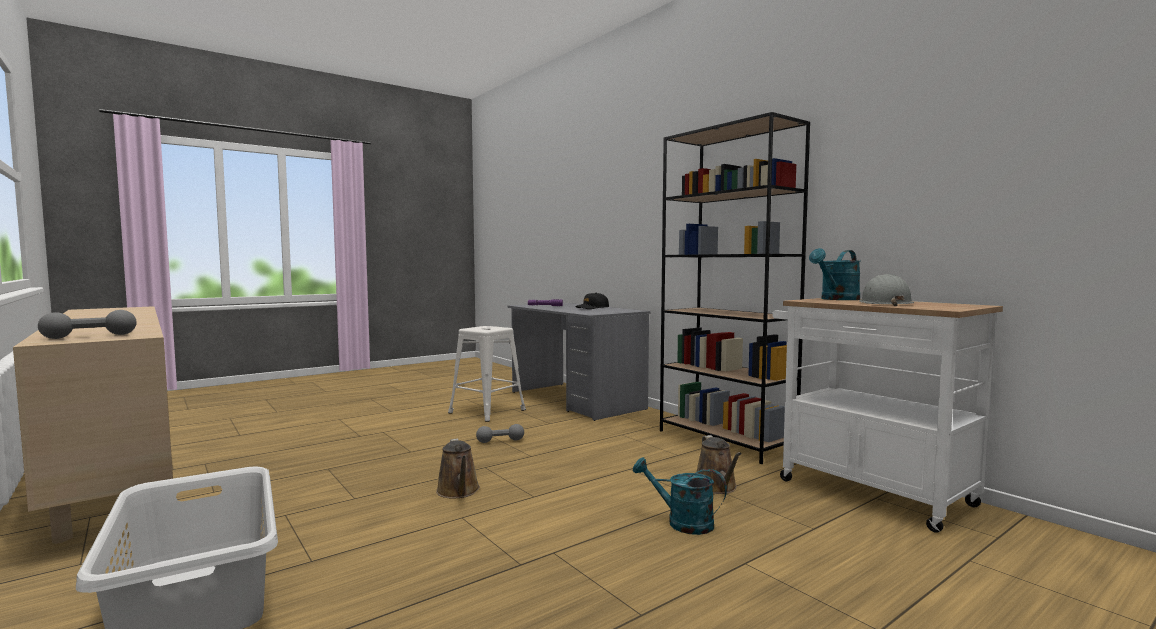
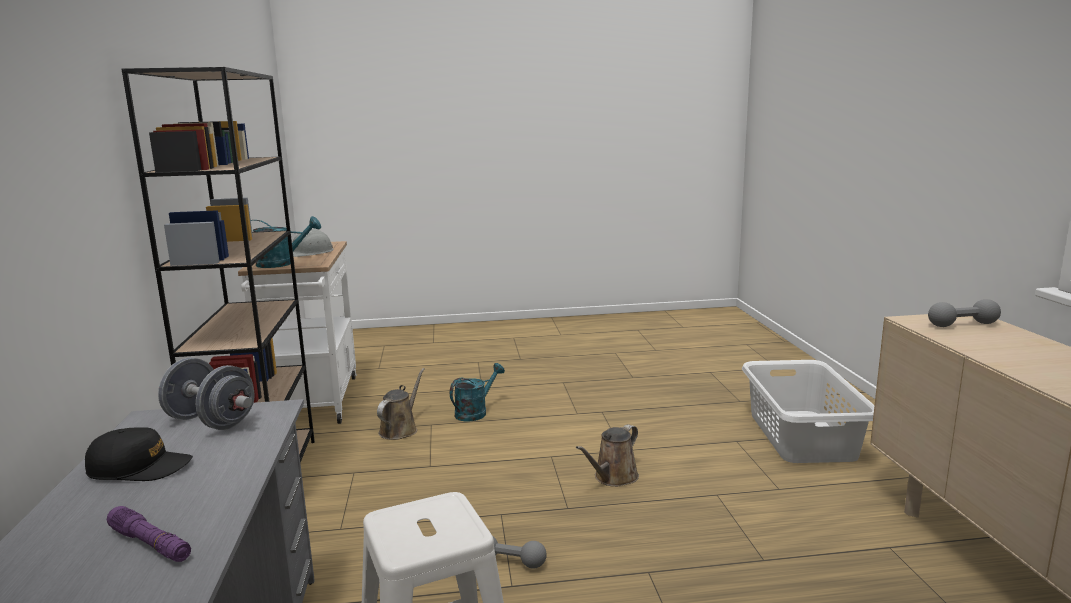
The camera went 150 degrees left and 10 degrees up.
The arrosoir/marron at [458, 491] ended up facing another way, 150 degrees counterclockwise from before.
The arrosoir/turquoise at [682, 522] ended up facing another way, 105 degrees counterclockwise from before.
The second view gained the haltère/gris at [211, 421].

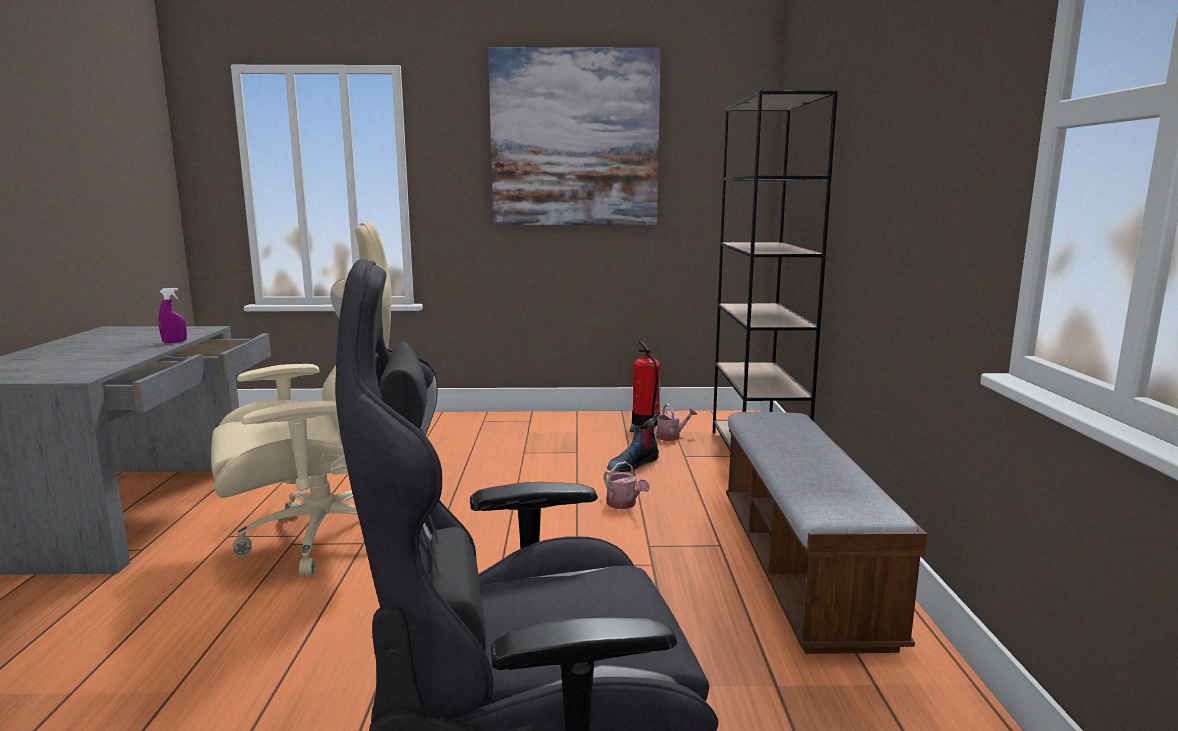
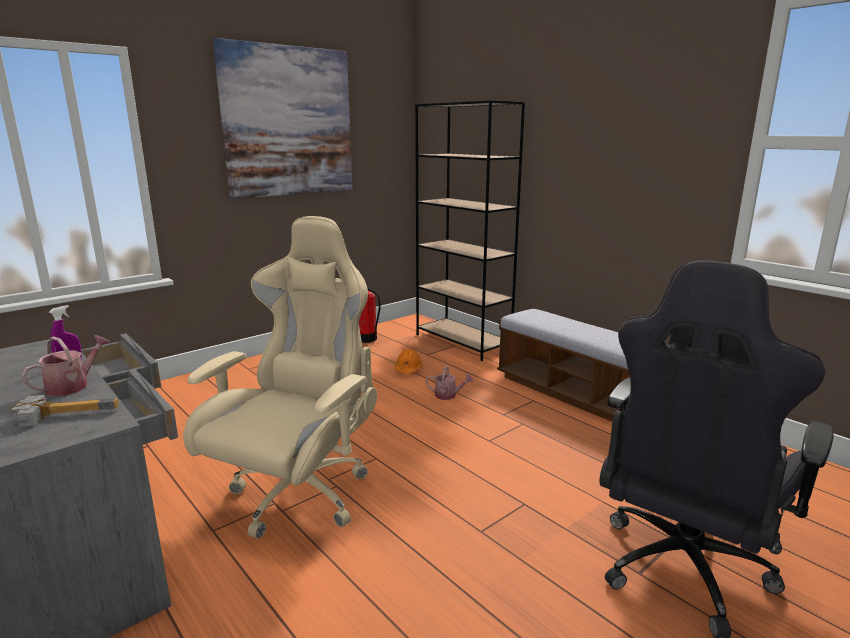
The camera went 40 degrees left and 5 degrees up.
The arrosoir ended up elsewhere, having gone from [671, 436] to [73, 385].
Where the botte stood at [633, 464], the casque de chantier/orange came to stand at [408, 369].
The second view gained the marteau at [67, 412].

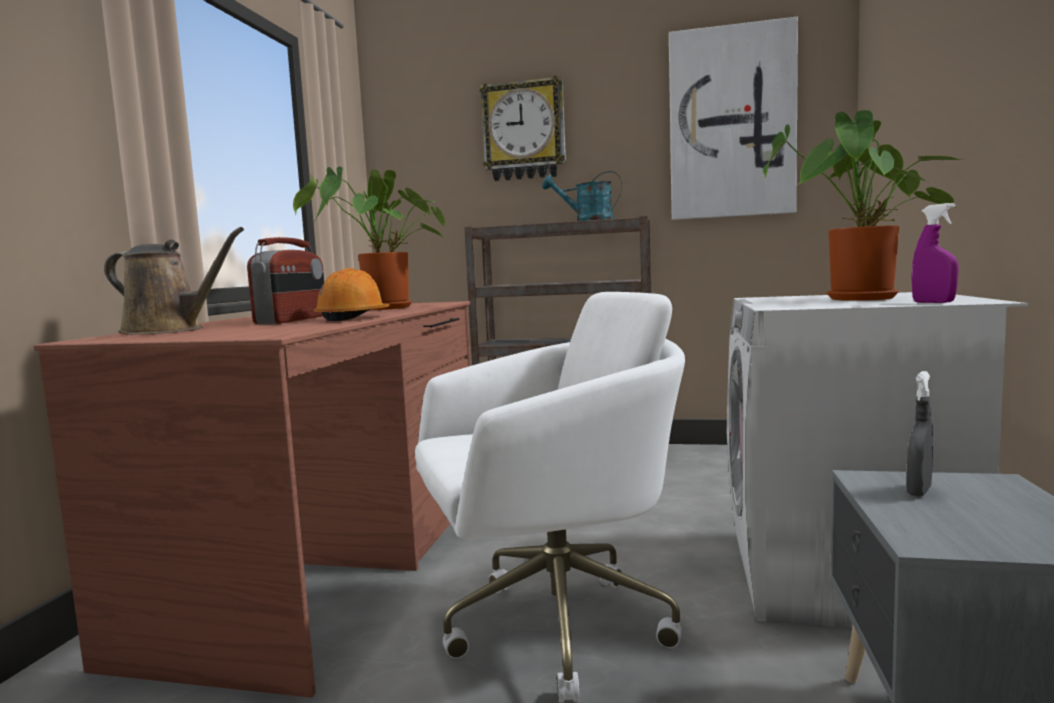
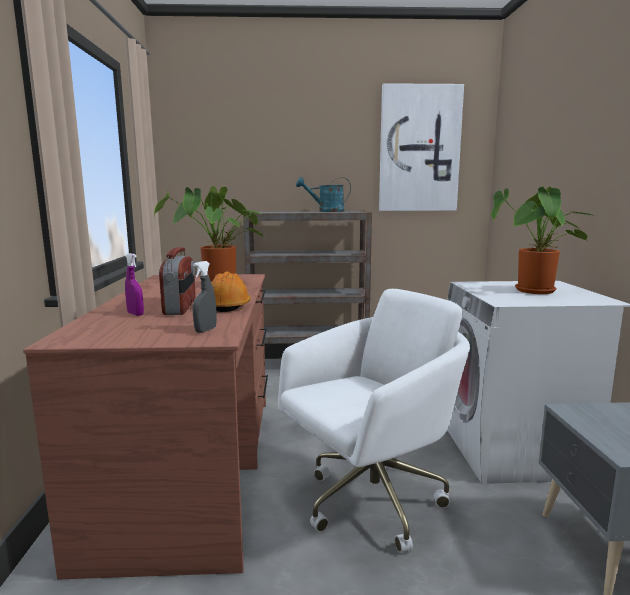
The camera went 15 degrees left and 5 degrees up.
The second view lost the horloge murale at [524, 131].
The vaporisateur/violet ended up elsewhere, having gone from [933, 302] to [135, 314].
The second view lost the arrosoir/marron at [169, 330].
The vaporisateur/gris ended up elsewhere, having gone from [919, 491] to [205, 330].

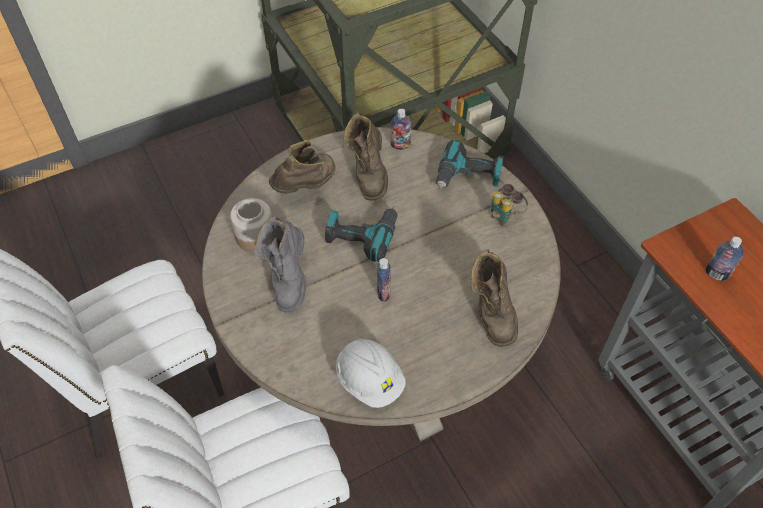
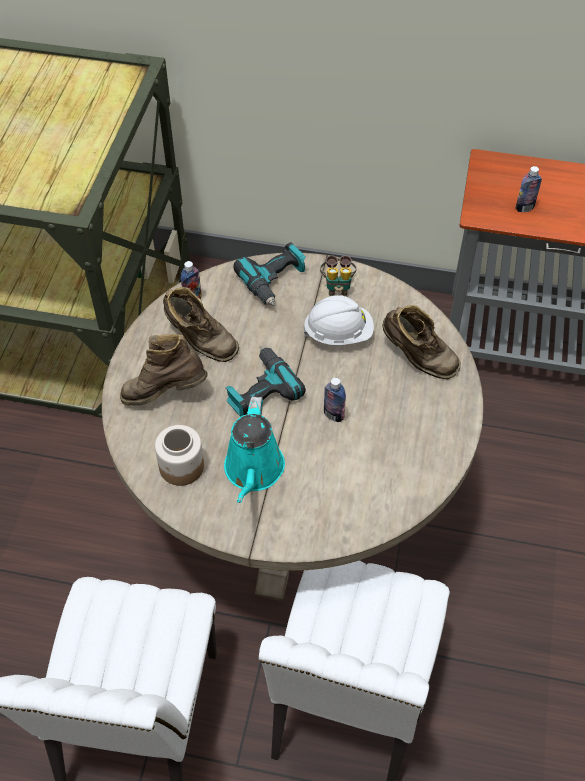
The camera went 50 degrees left and 0 degrees up.
The botte/marron at [306, 186] ended up facing another way, 90 degrees counterclockwise from before.
Where the botte/gris stood at [288, 279], the arrosoir/turquoise came to stand at [253, 471].
The casque de chantier/blanc ended up elsewhere, having gone from [370, 380] to [338, 333].

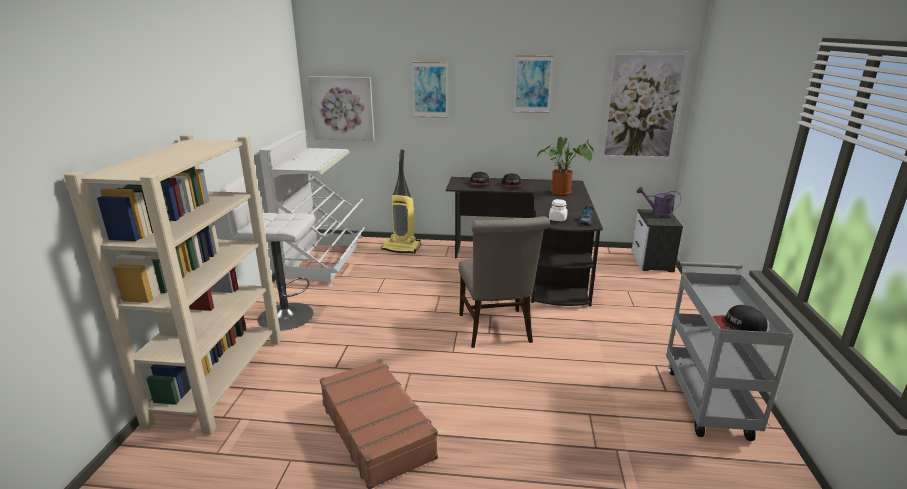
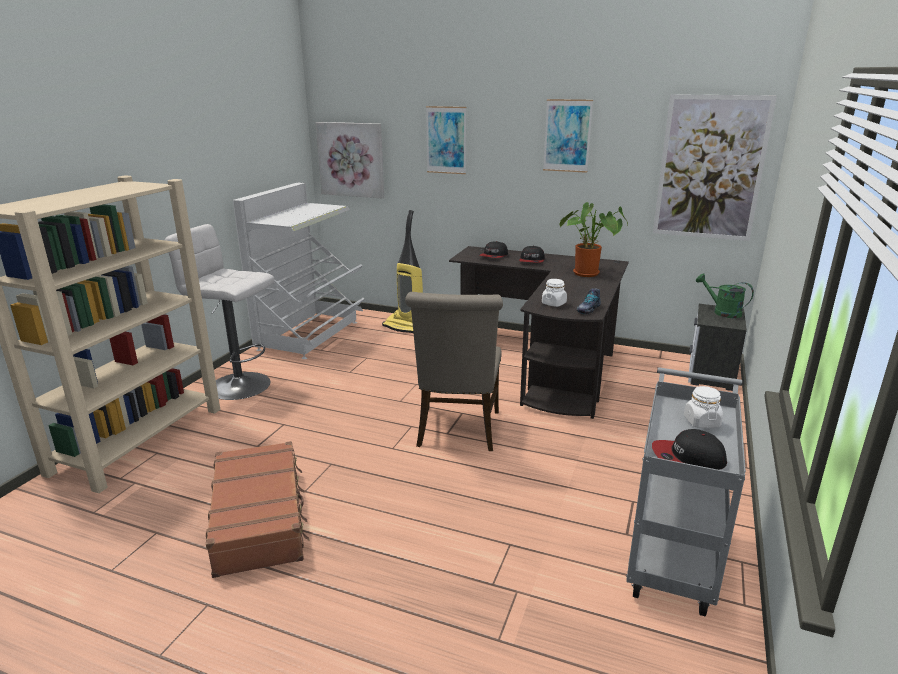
The camera went 15 degrees right and 0 degrees up.
What was the arrosoir/violet at [657, 214] turned into the arrosoir/vert at [722, 312].
The second view gained the bocal/blanc at [701, 422].

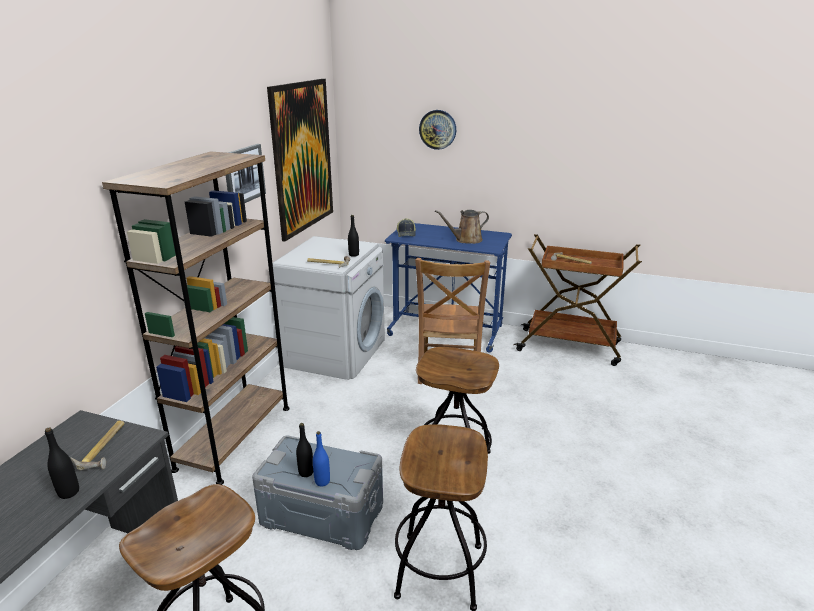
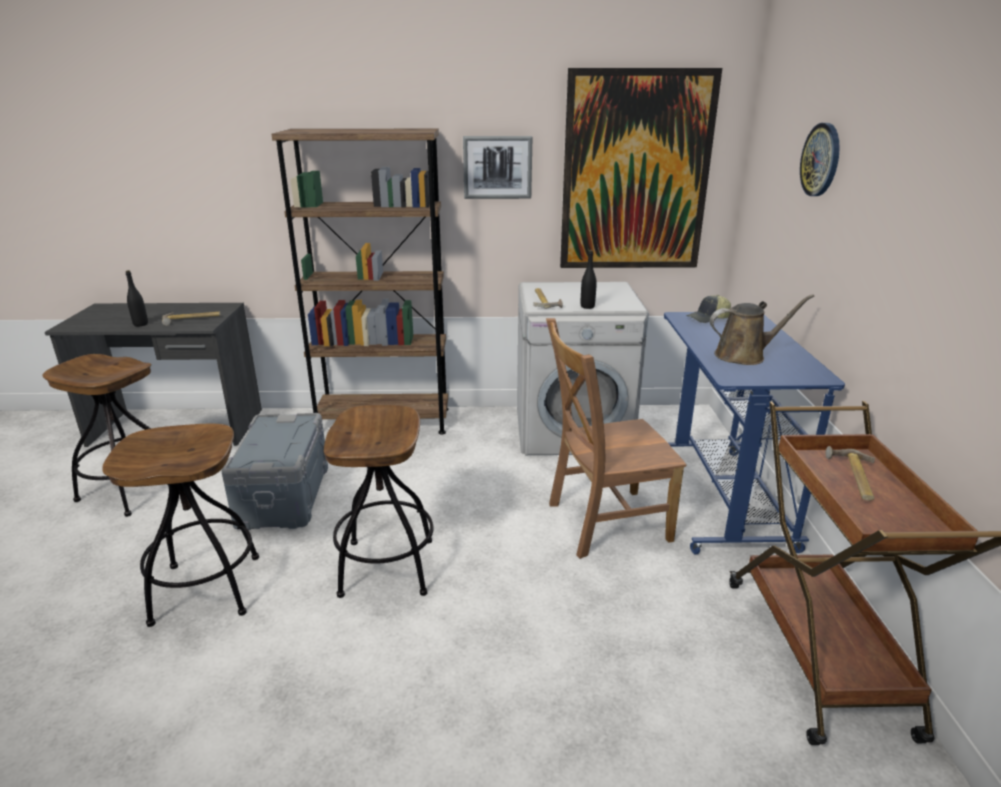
The camera went 70 degrees right and 0 degrees up.
The arrosoir/marron at [466, 240] ended up facing another way, 120 degrees clockwise from before.
The second view lost the bouteille/noir at [306, 472].
The second view lost the bouteille/bleu at [322, 481].

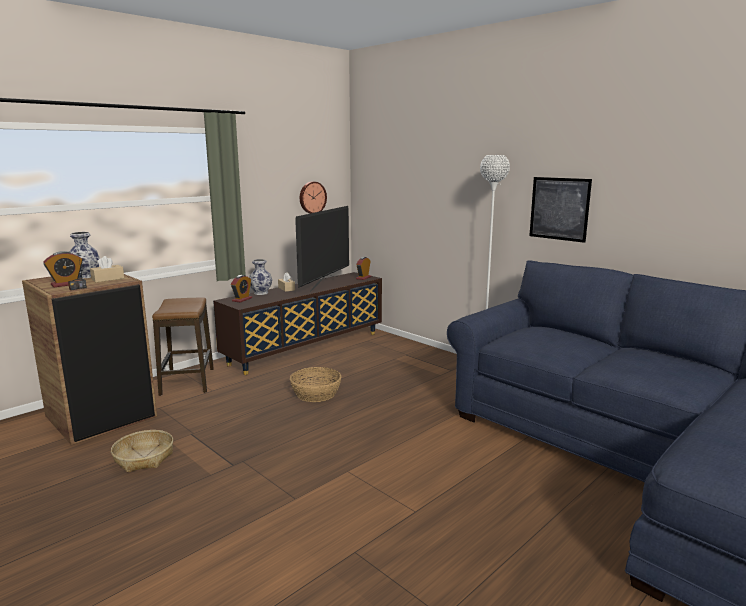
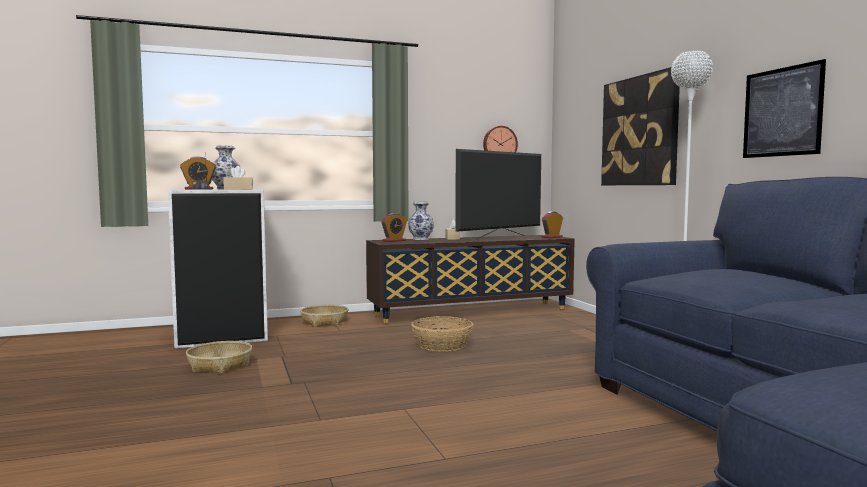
The camera went 25 degrees right and 10 degrees down.
What was the meuble de rangement/marron at [102, 416] turned into the meuble de rangement/blanc at [222, 334].
Where the tabouret stood at [187, 381], the panier came to stand at [324, 322].
The second view gained the tableau at [639, 131].

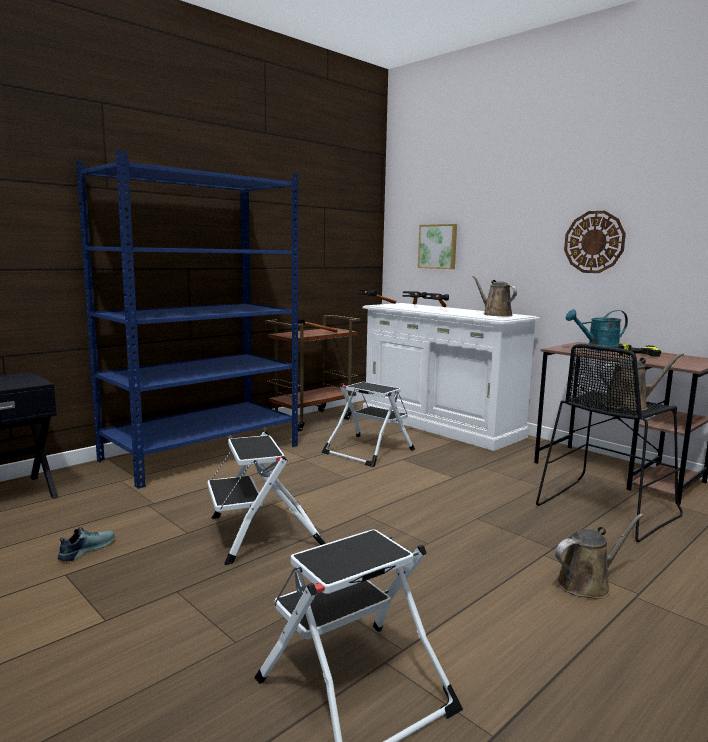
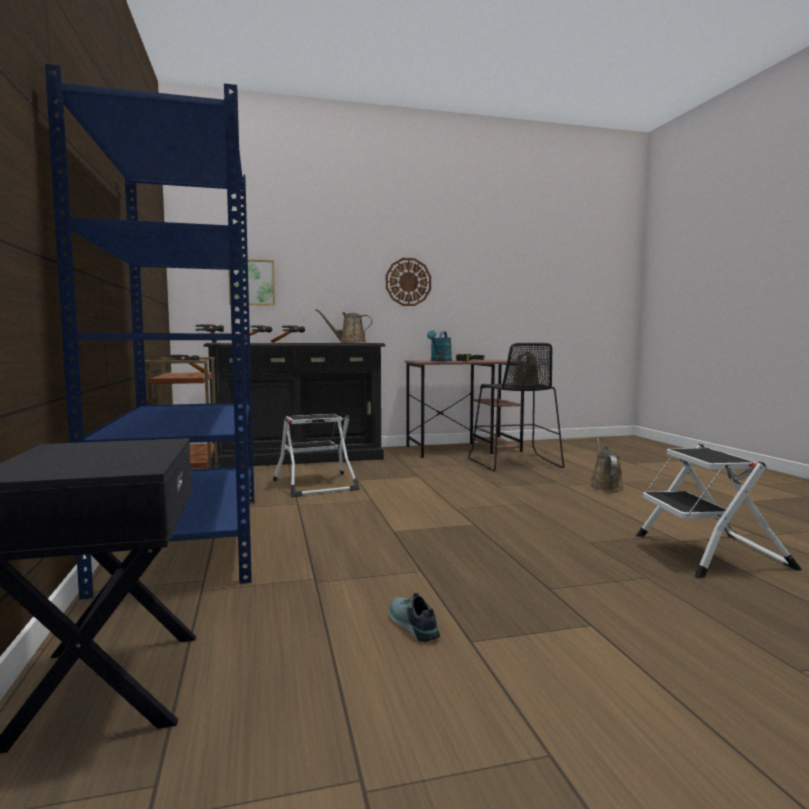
The camera went 60 degrees left and 5 degrees down.
What was the meuble de rangement/blanc at [440, 424] turned into the meuble de rangement/noir at [299, 457].
The second view lost the escabeau at [264, 532].

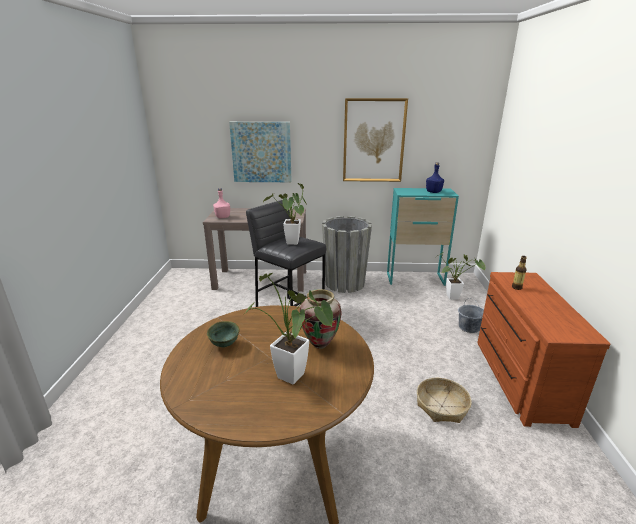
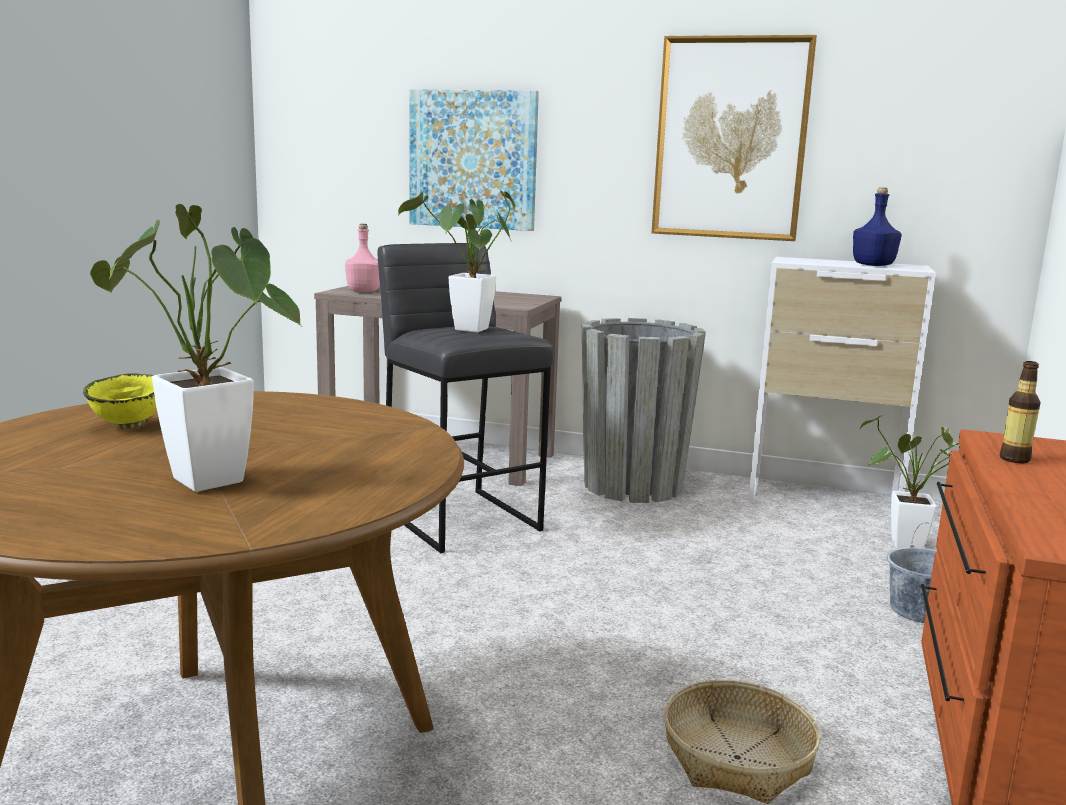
The camera went 15 degrees right and 10 degrees down.
What was the meuble de rangement/turquoise at [416, 279] turned into the meuble de rangement/blanc at [825, 501].
The second view lost the vase at [320, 345].
What was the bol/vert at [225, 344] turned into the bol/jaune at [130, 425].

